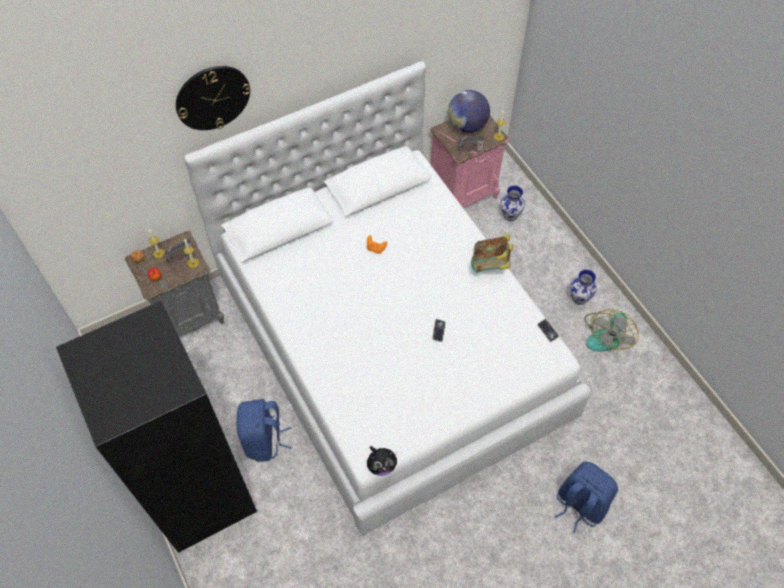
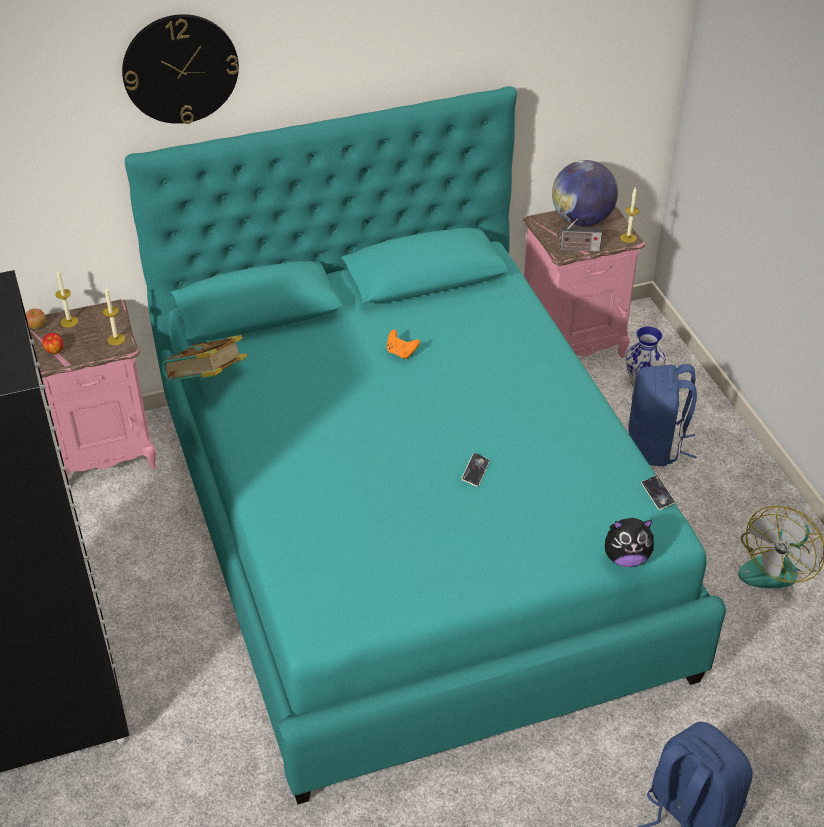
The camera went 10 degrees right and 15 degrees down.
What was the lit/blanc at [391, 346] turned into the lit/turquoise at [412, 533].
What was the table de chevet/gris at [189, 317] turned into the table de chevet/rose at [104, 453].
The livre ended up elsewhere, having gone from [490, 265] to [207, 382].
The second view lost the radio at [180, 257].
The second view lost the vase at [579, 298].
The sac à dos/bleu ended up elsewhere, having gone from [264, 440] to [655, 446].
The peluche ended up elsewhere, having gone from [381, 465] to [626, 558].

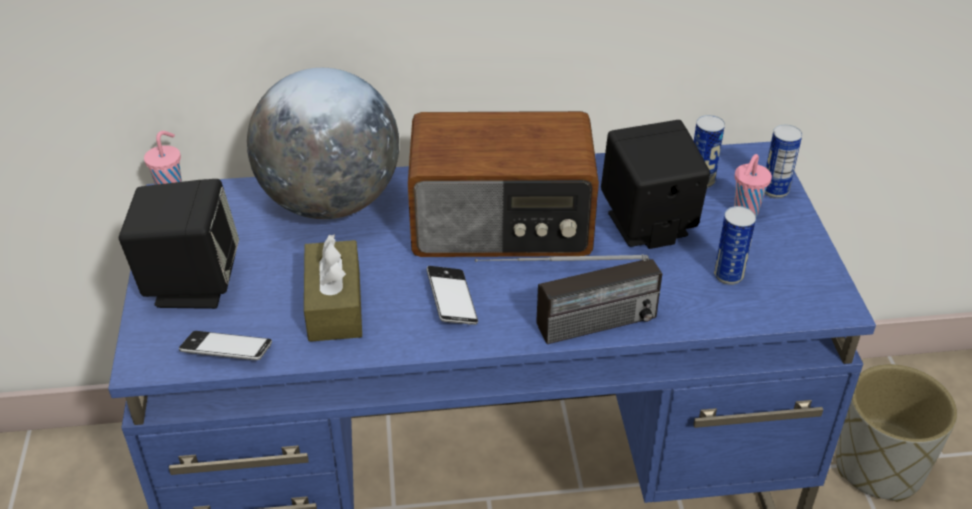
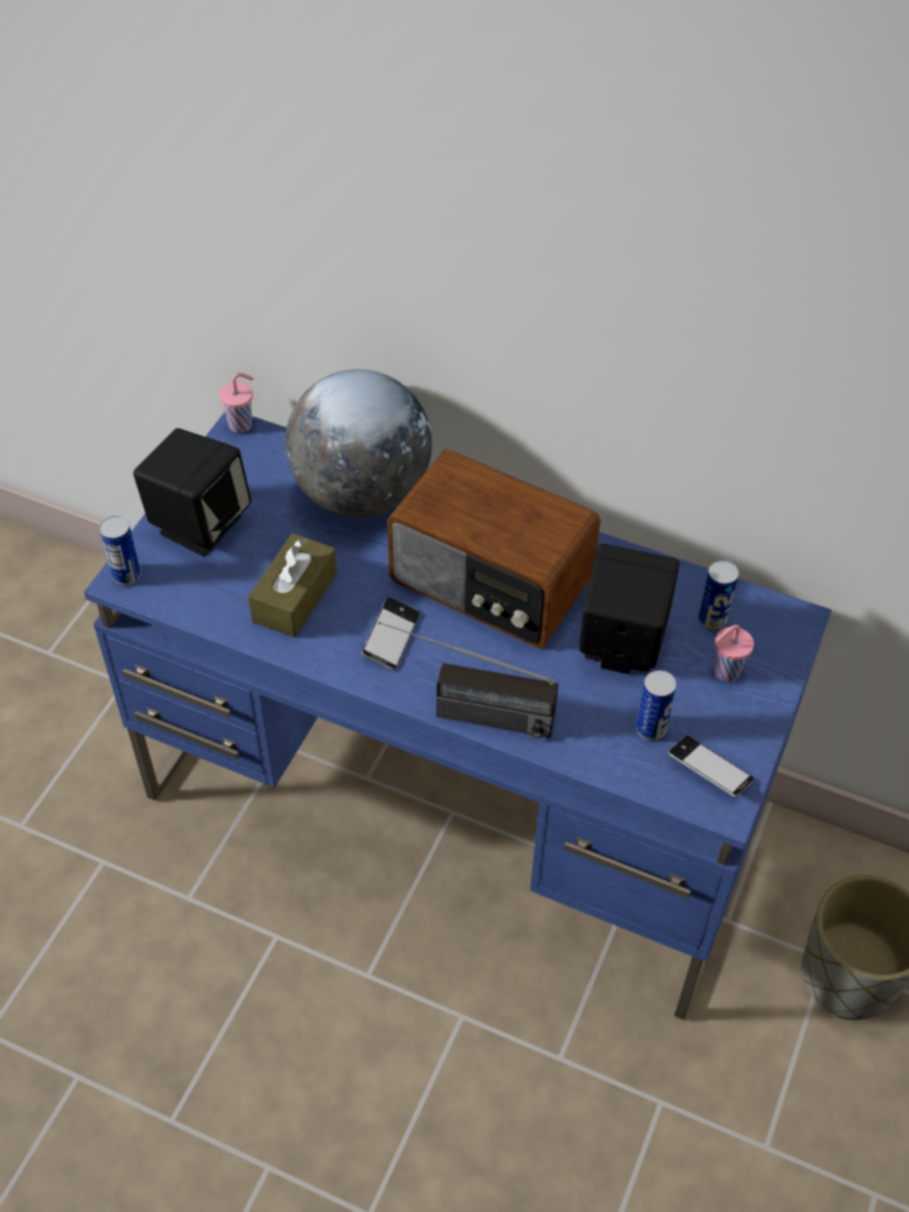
The camera went 30 degrees right and 10 degrees up.
The boîte métallique ended up elsewhere, having gone from [775, 191] to [126, 575].
The téléphone ended up elsewhere, having gone from [227, 351] to [709, 770].

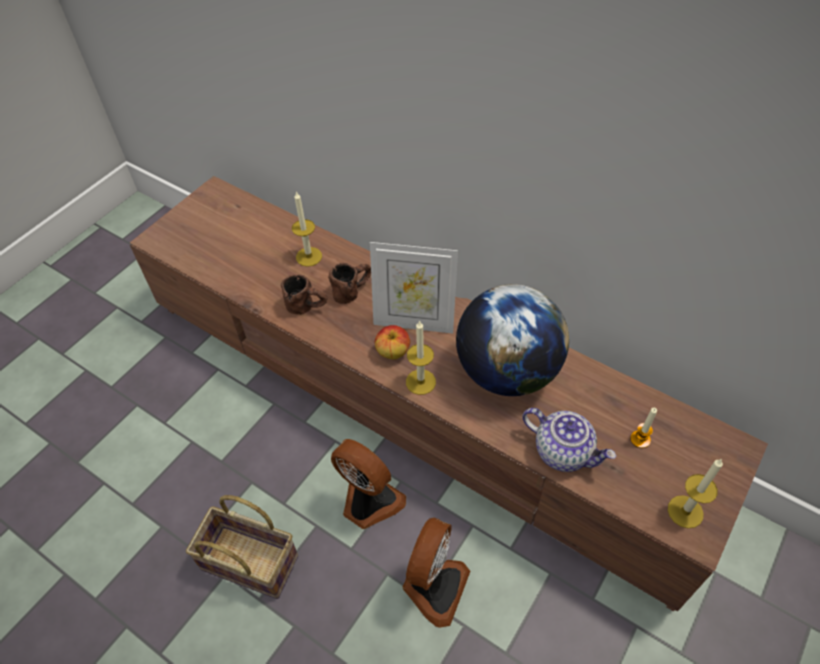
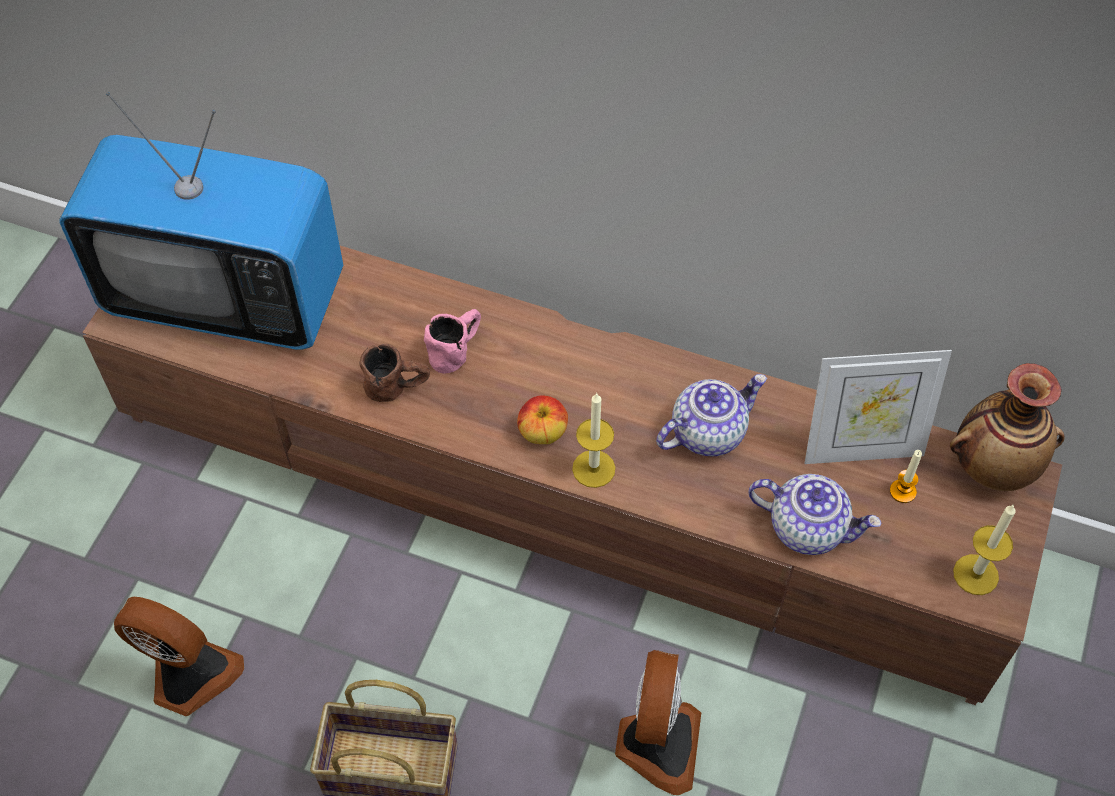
The camera went 15 degrees left and 5 degrees up.
The second view lost the bougie at [309, 256].
The cadre photo ended up elsewhere, having gone from [414, 322] to [861, 449].
What was the mug/marron at [353, 290] turned into the mug/rose at [457, 349].
Where the globe stood at [507, 372], the théière came to stand at [708, 431].
The ventilateur ended up elsewhere, having gone from [369, 502] to [190, 676].
The second view gained the téléviseur at [226, 298].
The second view gained the vase at [993, 465].

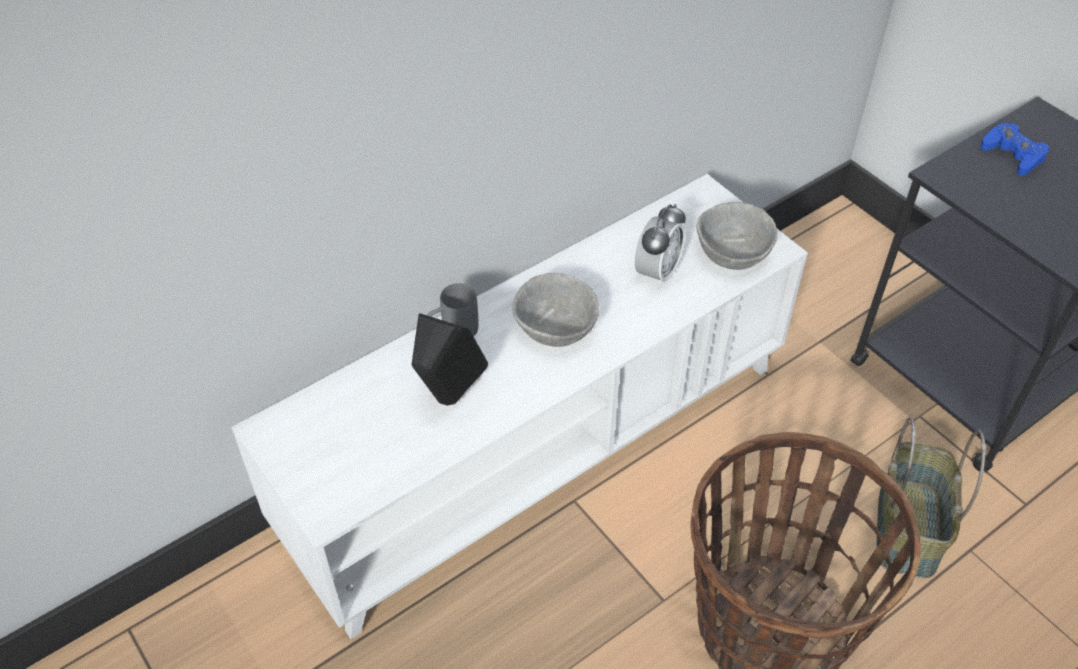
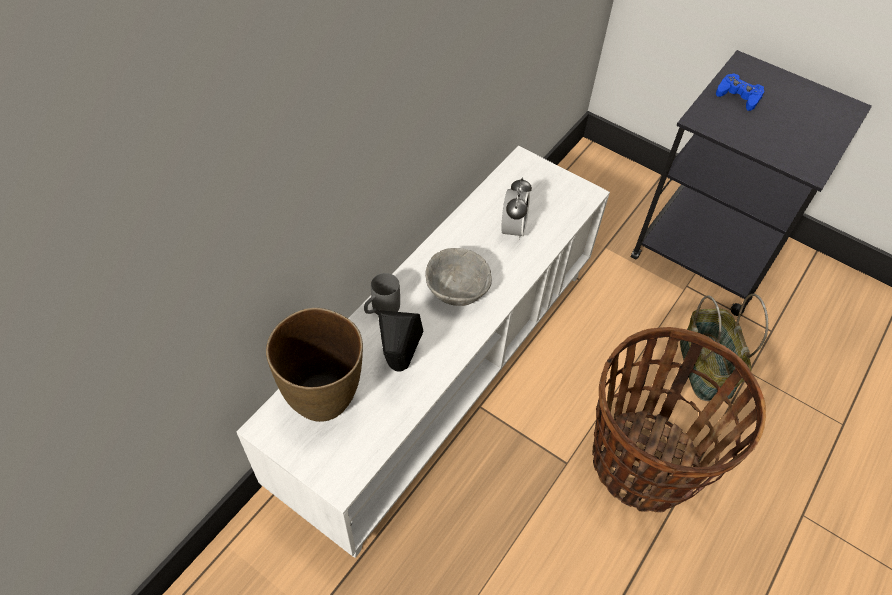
The camera went 20 degrees left and 5 degrees up.
The second view lost the bol/gris at [733, 255].
The second view gained the vase/marron at [324, 398].

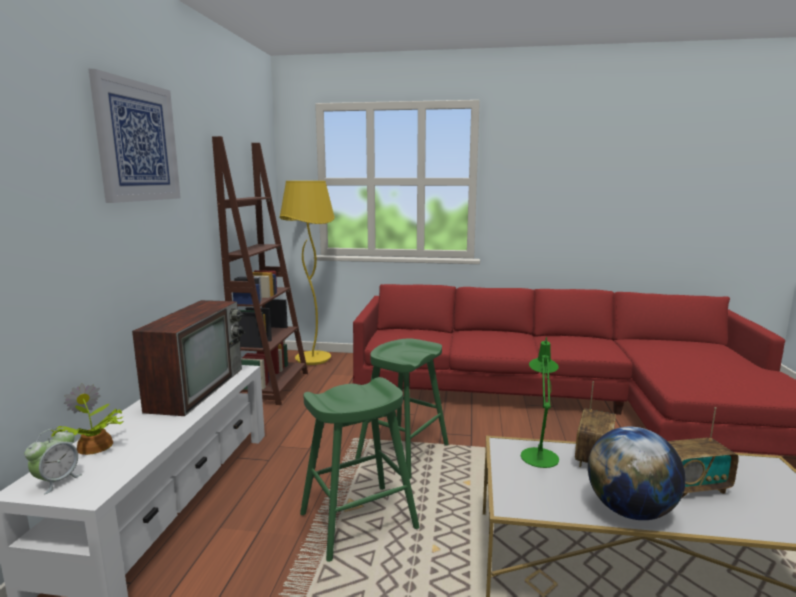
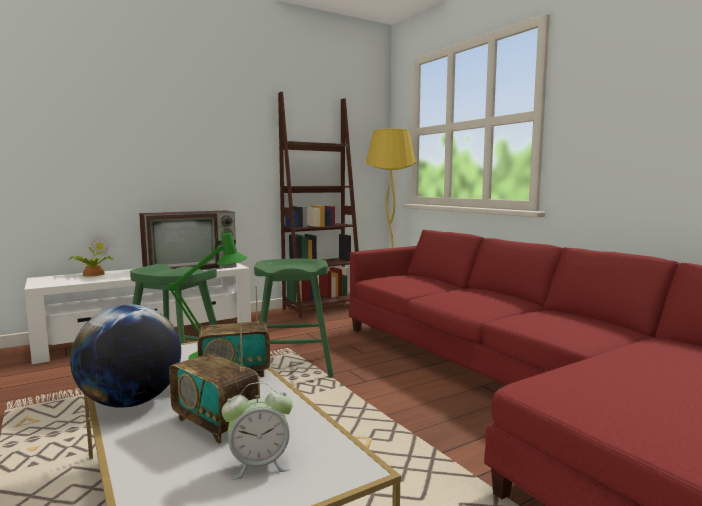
The camera went 50 degrees right and 5 degrees down.
The second view lost the tableau at [138, 142].
The réveil ended up elsewhere, having gone from [57, 481] to [259, 465].

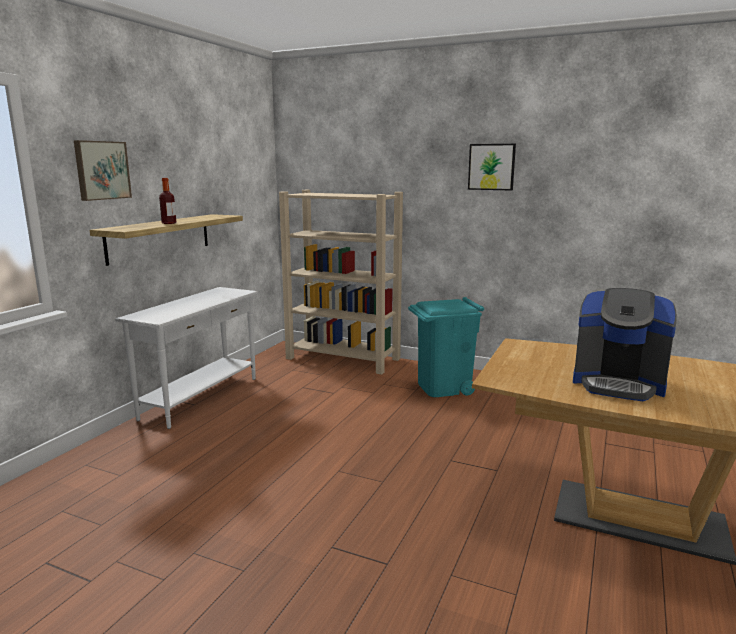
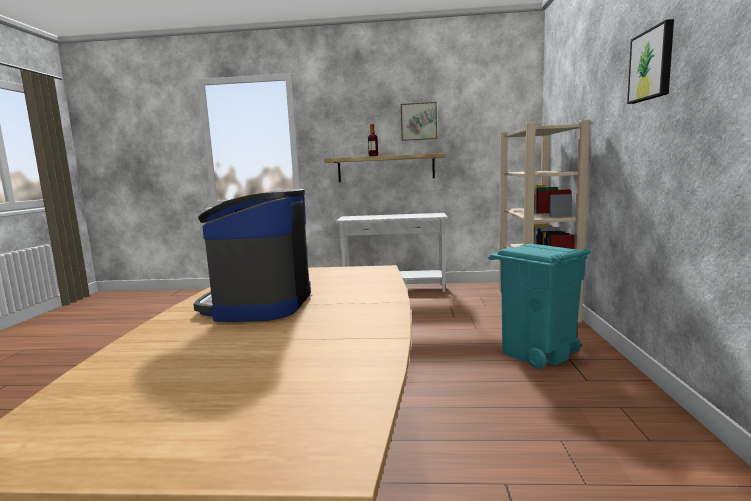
The camera went 70 degrees right and 5 degrees down.
The tableau ended up elsewhere, having gone from [101, 170] to [418, 121].

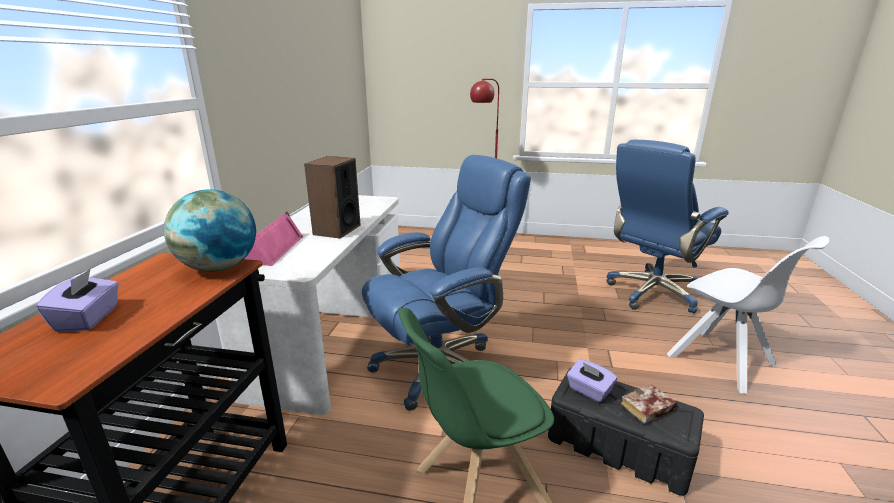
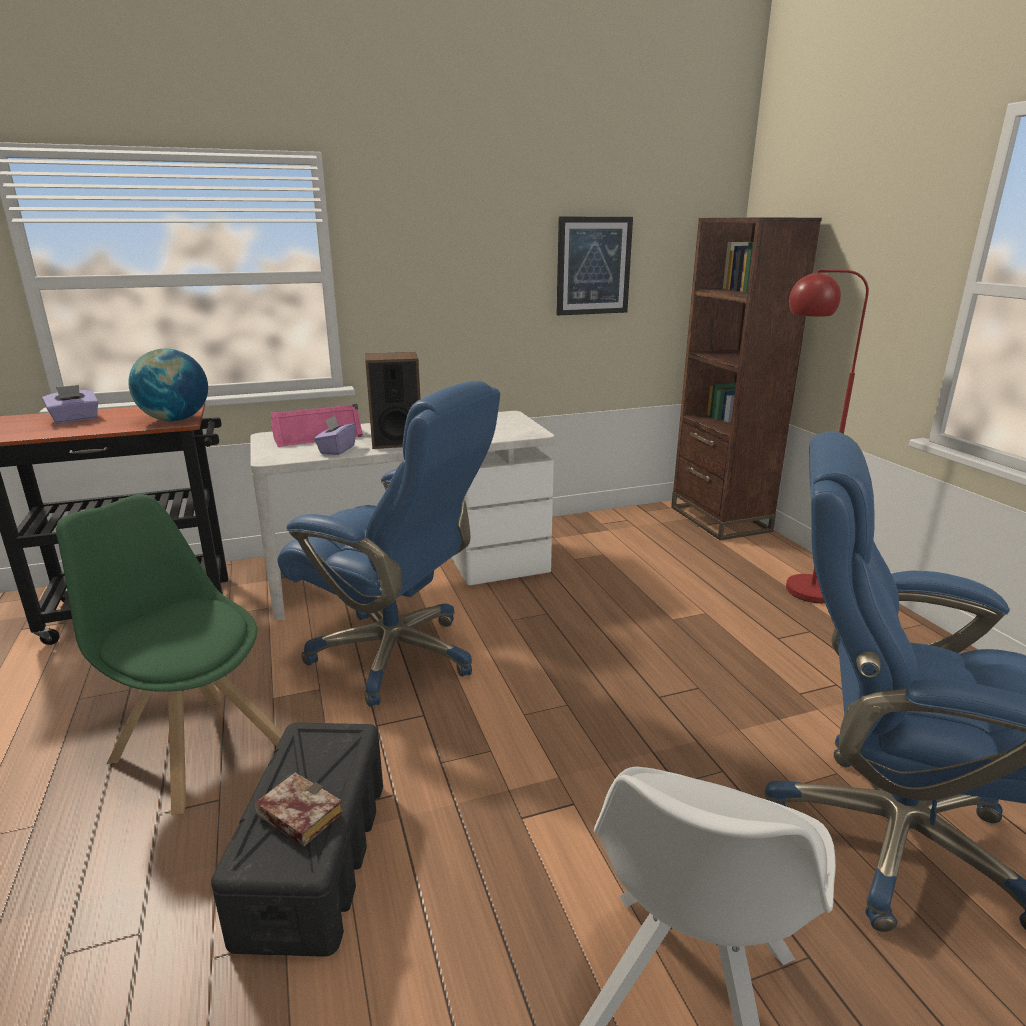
The camera went 60 degrees right and 0 degrees up.
The boîte à mouchoirs/violet ended up elsewhere, having gone from [589, 391] to [337, 450].
The second view gained the tableau at [593, 266].
The second view gained the bibliothèque/marron at [719, 519].

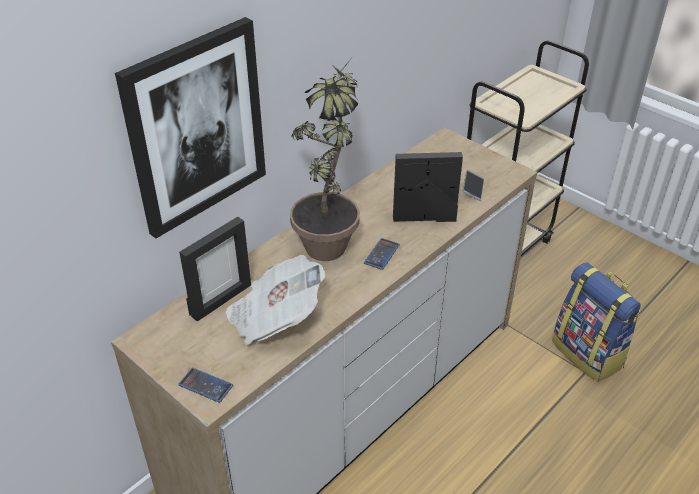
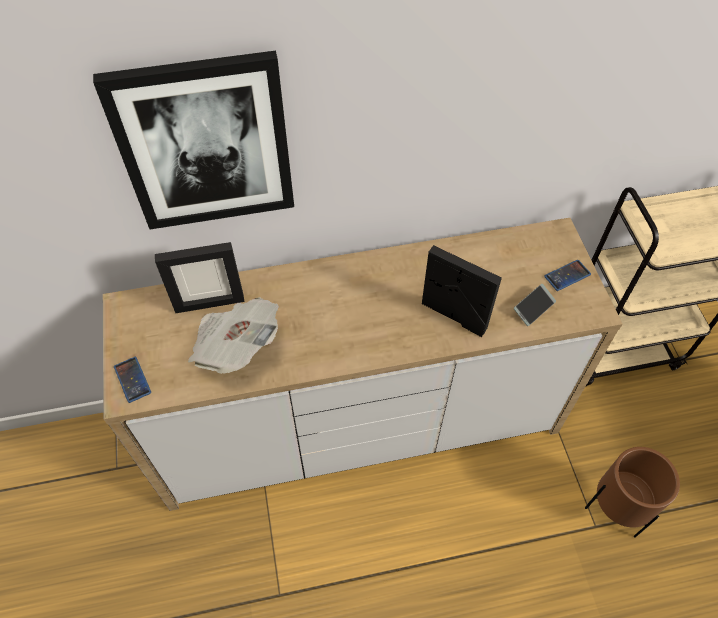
The camera went 35 degrees right and 15 degrees up.
The second view lost the plante en pot at [330, 238].
The téléphone ended up elsewhere, having gone from [381, 254] to [567, 275].
Where the sac à dos stood at [588, 354], the cache-pot/marron came to stand at [615, 510].

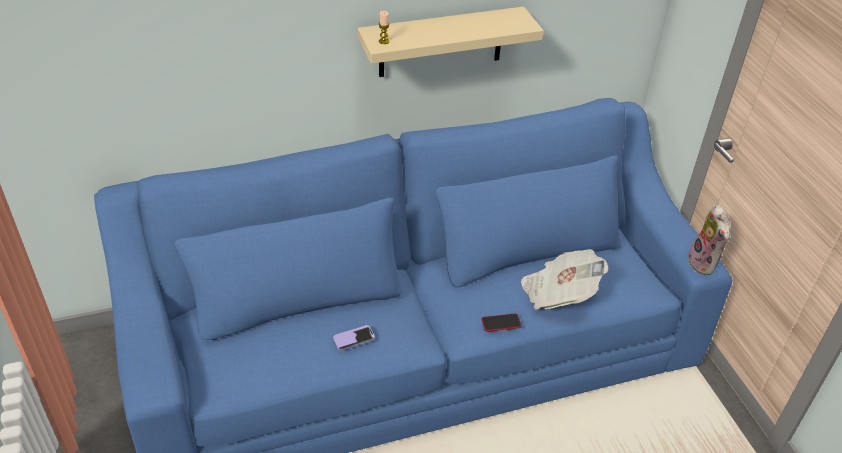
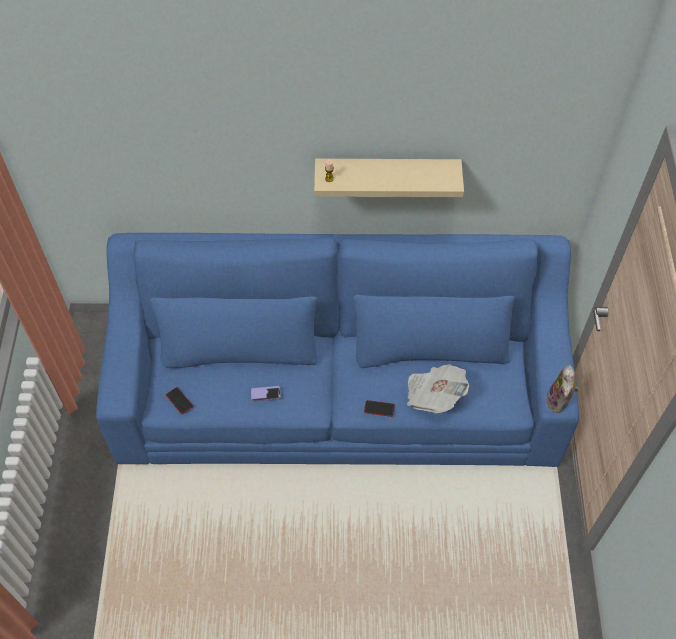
The camera went 20 degrees right and 15 degrees up.
The second view gained the téléphone at [179, 401].

